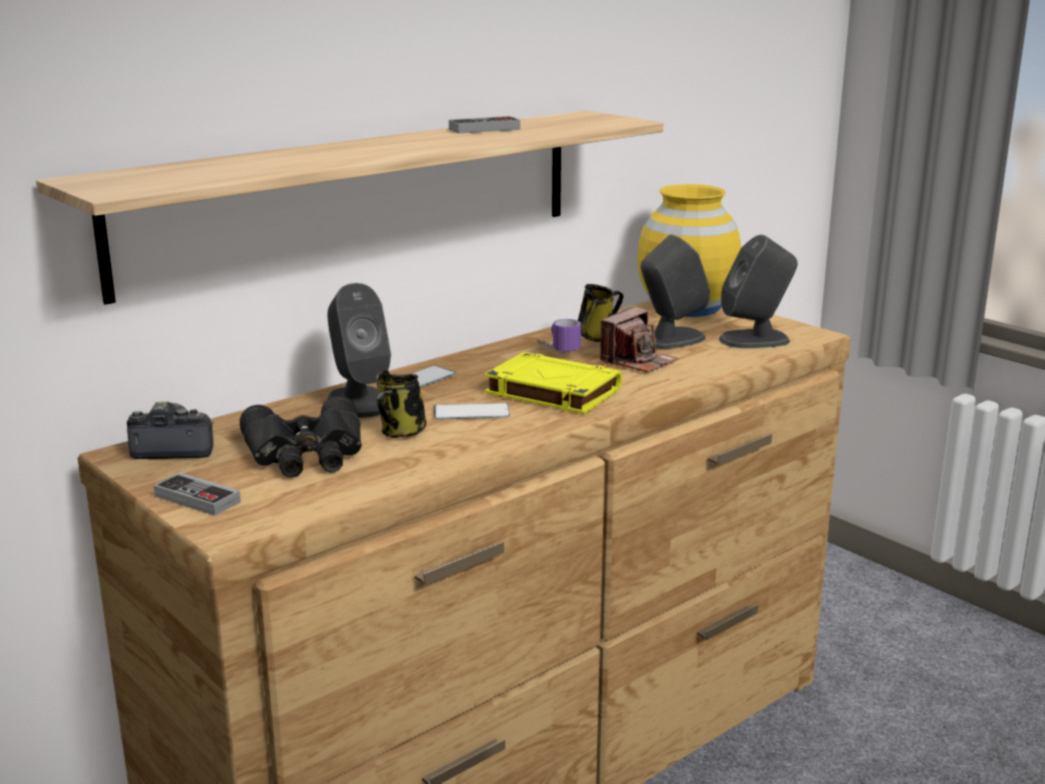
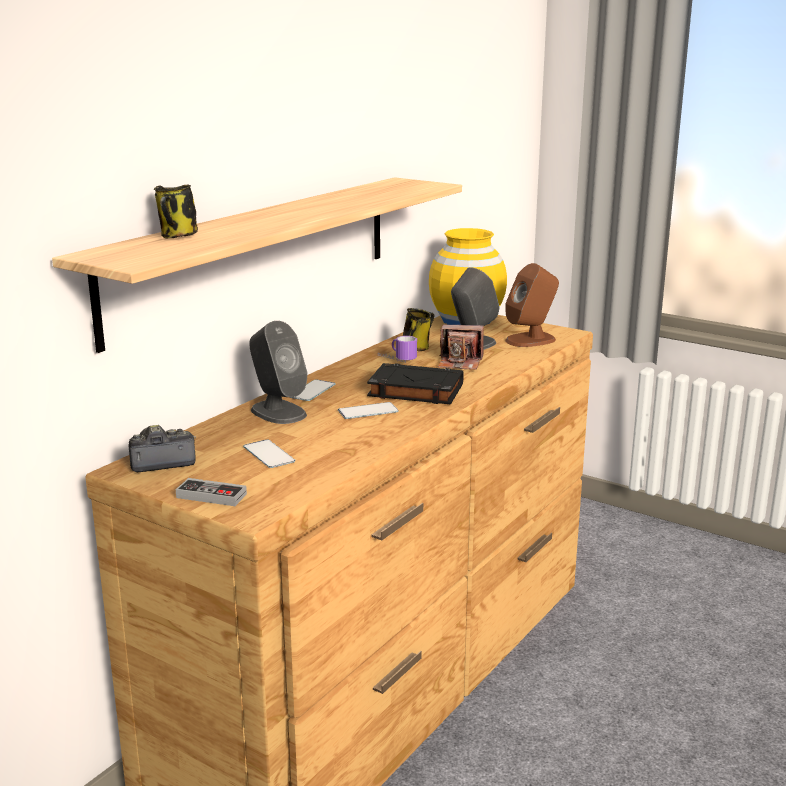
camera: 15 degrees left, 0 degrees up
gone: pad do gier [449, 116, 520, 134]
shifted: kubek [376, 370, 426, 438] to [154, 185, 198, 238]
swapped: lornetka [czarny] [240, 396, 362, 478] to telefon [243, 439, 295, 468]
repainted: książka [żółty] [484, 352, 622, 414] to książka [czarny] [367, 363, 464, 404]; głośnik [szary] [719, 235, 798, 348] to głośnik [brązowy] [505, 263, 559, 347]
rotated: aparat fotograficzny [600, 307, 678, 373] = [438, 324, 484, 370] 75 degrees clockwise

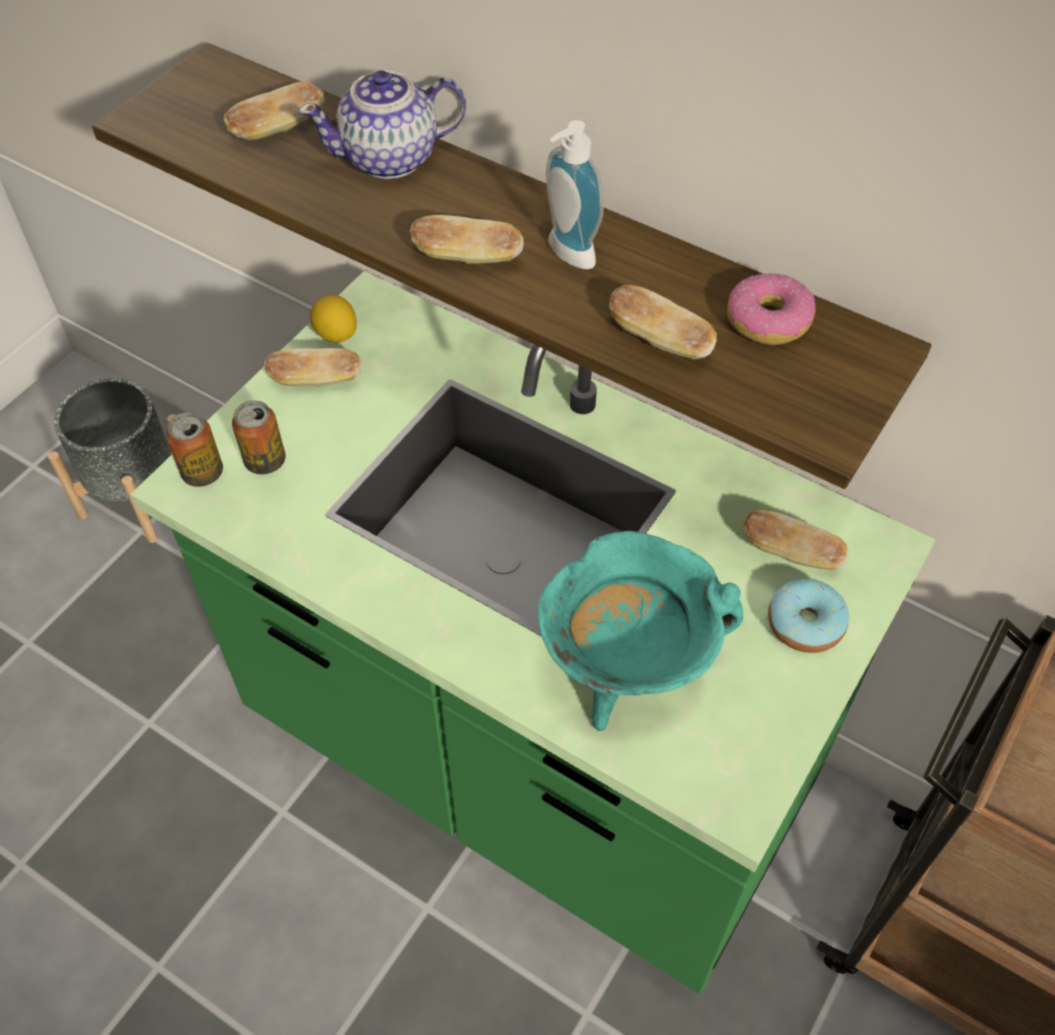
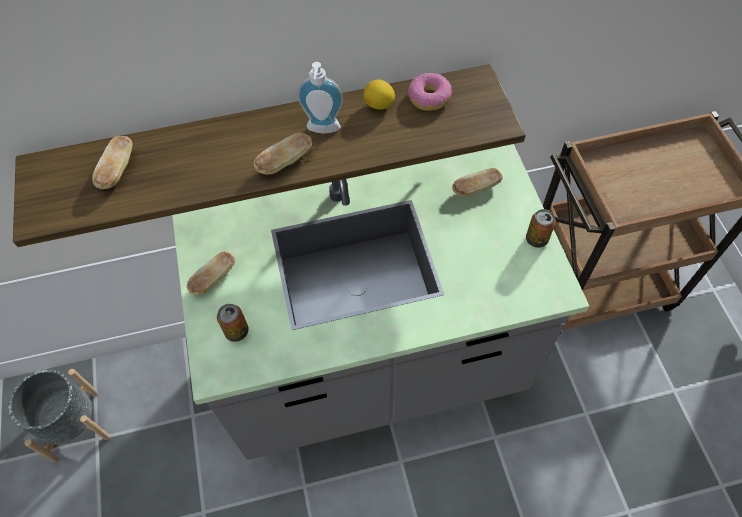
camera: 45 degrees left, 5 degrees up
gone: imbryk [298, 70, 466, 179]; garnek [turkusowy] [538, 531, 743, 731]; chleb [609, 285, 716, 360]; donut [768, 578, 849, 653]
shifted: puszka [166, 412, 223, 487] to [526, 209, 556, 248]; cytryna [310, 294, 357, 343] to [363, 79, 395, 110]
repainted: zabudowa kuchenna [zielony] [130, 271, 936, 994] to zabudowa kuchenna [szary] [172, 144, 589, 460]

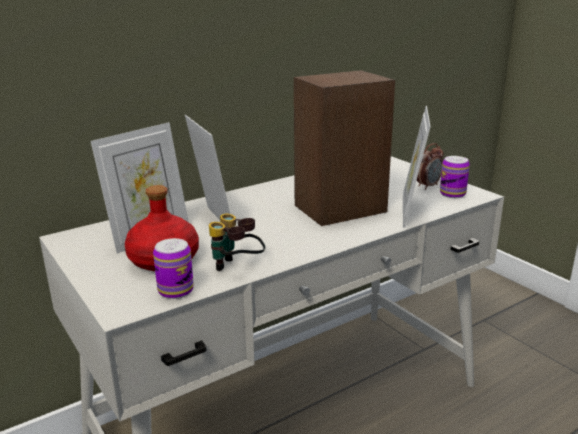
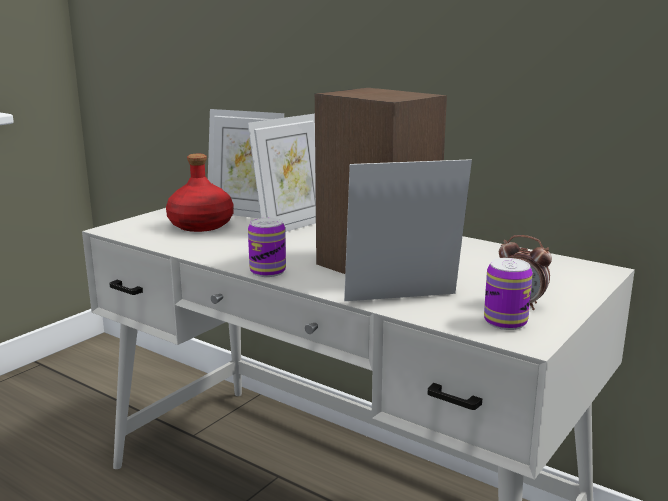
camera: 70 degrees right, 5 degrees down
gone: lornetka [209, 214, 265, 271]
shifted: puszka [153, 238, 194, 299] to [248, 218, 286, 277]

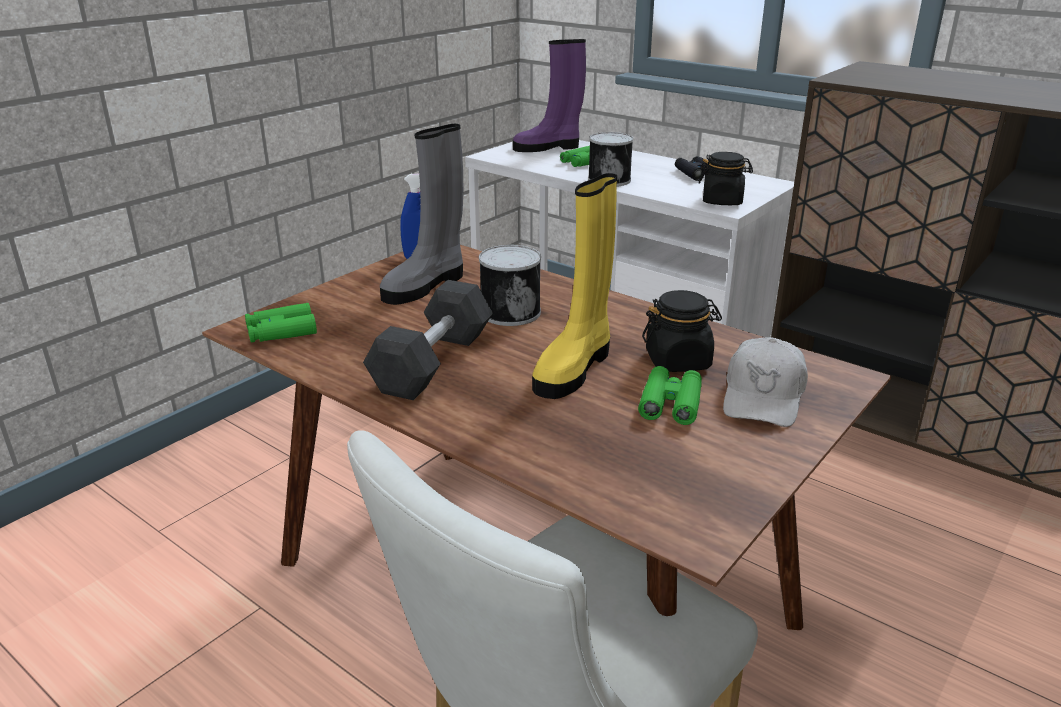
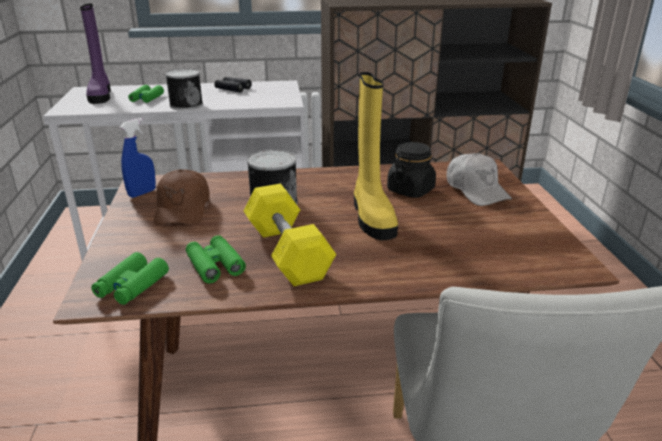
camera: 45 degrees left, 0 degrees up
gone: słoik [czarny] [698, 152, 753, 205]
shifted: lornetka [zielony] [638, 366, 702, 425] to [186, 235, 246, 284]
swapped: but z cholewką [szary] [380, 124, 463, 305] to czapka z daszkiem [brązowy] [154, 169, 210, 225]
repainted: hantel [szary] [363, 280, 493, 400] to hantel [żółty] [244, 183, 336, 286]
rotated: but z cholewką [fioletowy] [513, 39, 586, 152] = [80, 4, 111, 104] 45 degrees counterclockwise

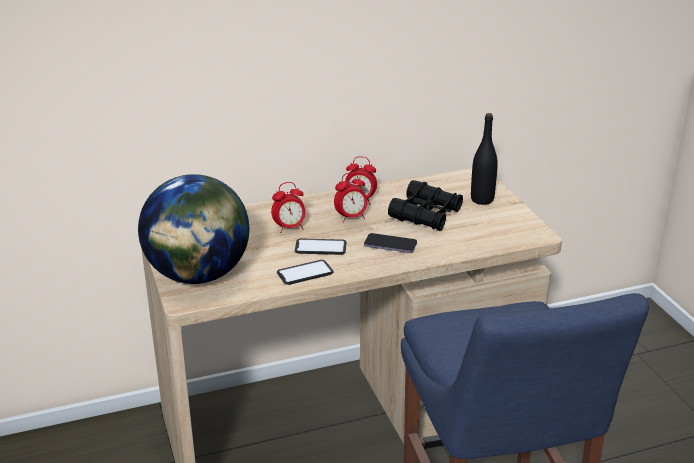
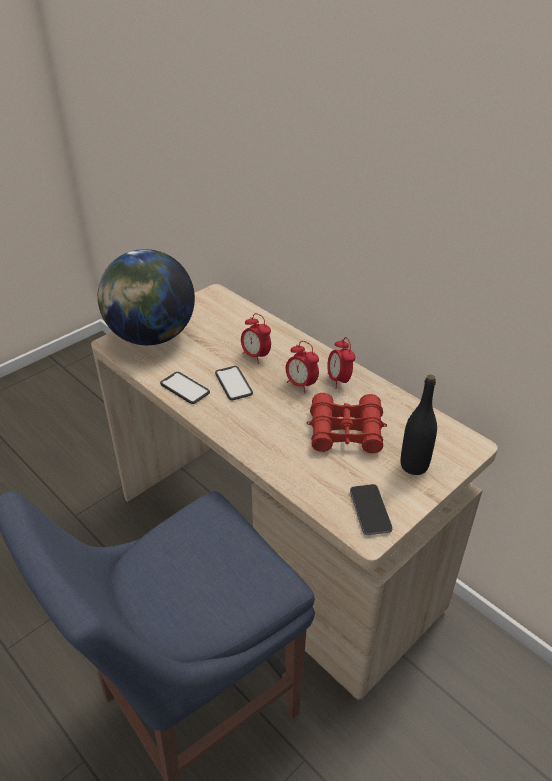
camera: 65 degrees right, 10 degrees up
shifted: telefon [364, 233, 417, 253] to [350, 484, 393, 535]
repainted: lornetka [czarny] [388, 180, 463, 231] to lornetka [czerwony] [307, 393, 387, 453]

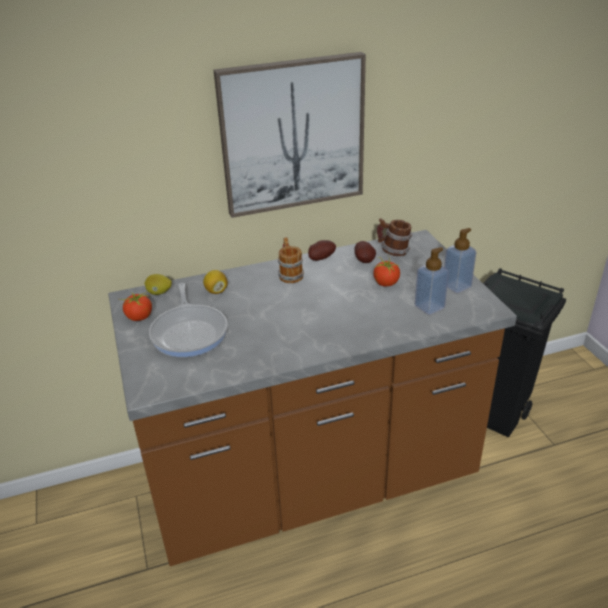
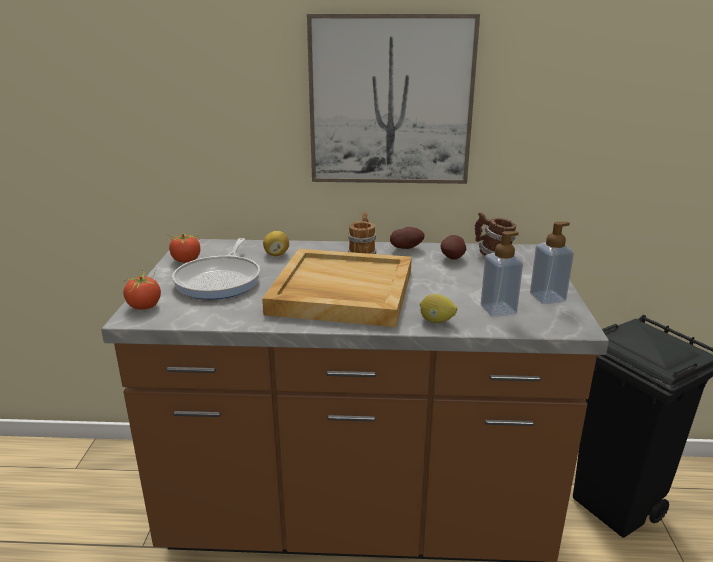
camera: 20 degrees right, 10 degrees down
new: taca [beżowy] [262, 249, 412, 327]
shifted: cytryna [144, 274, 172, 295] to [420, 294, 457, 323]; pomidor [373, 255, 401, 287] to [123, 270, 161, 309]

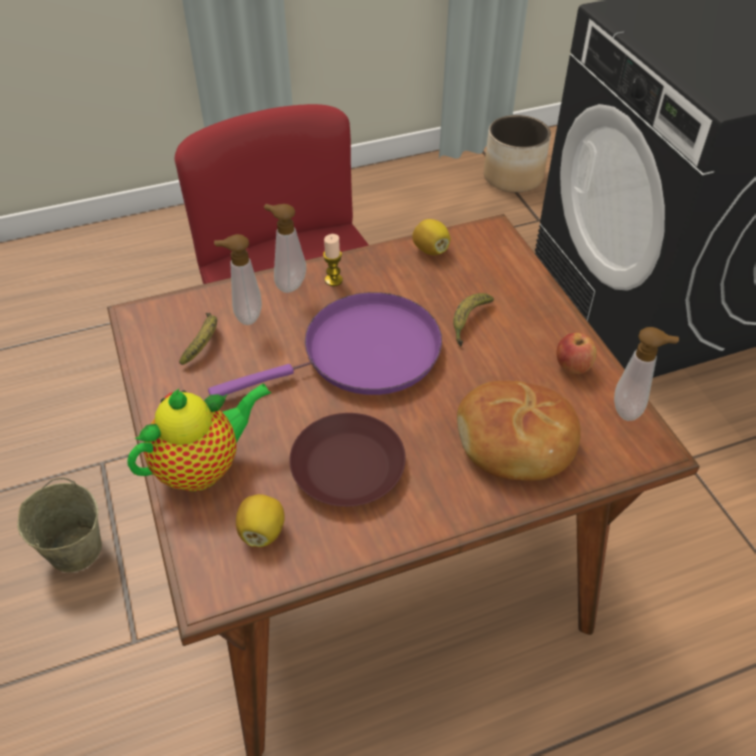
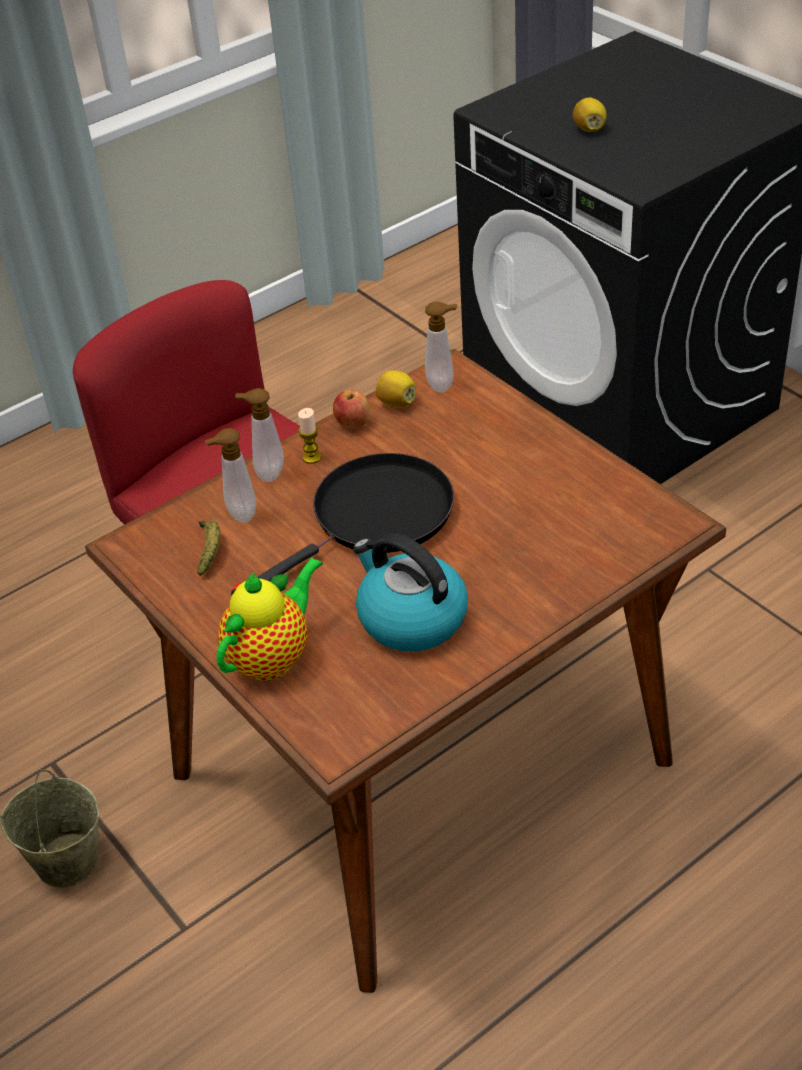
camera: 15 degrees left, 5 degrees down
gone: banan [453, 293, 494, 347]; chleb [457, 381, 581, 481]; donica [484, 115, 551, 193]
shifted: cytryna [236, 494, 285, 547] to [573, 98, 607, 132]; jabłko [556, 333, 597, 374] to [333, 390, 370, 429]; dozownik mydła [614, 327, 679, 421] to [425, 302, 457, 392]
swapped: talerz [brązowy] [289, 413, 406, 507] to czajnik [353, 533, 468, 651]
repainted: patelnia [fioletowy] [208, 292, 442, 396] to patelnia [czarny] [258, 453, 454, 581]

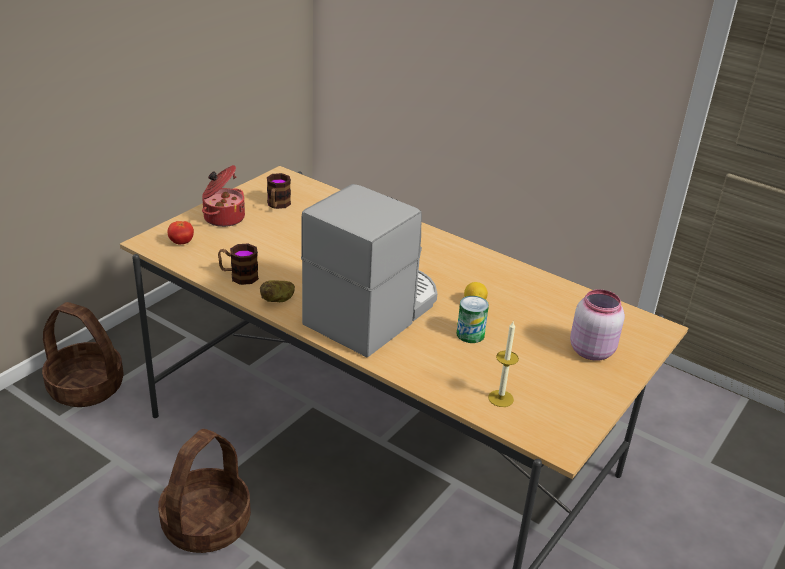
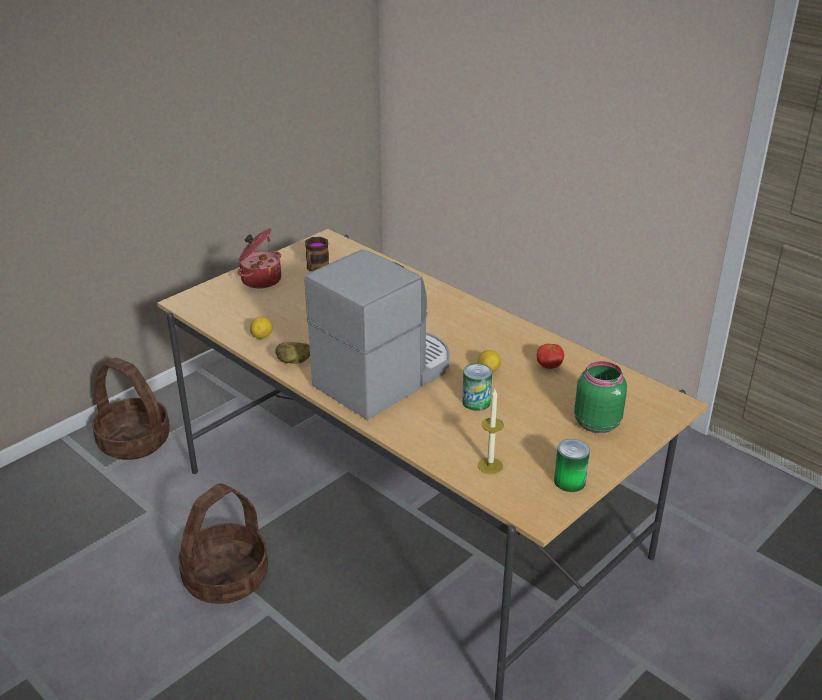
camera: 10 degrees right, 0 degrees up
new: puszka [554, 439, 590, 492]
shifted: pomidor [167, 221, 194, 244] to [537, 344, 564, 369]
swapped: kubek [218, 244, 259, 285] to cytryna [250, 317, 273, 339]
repainted: słoik [różowy] [570, 289, 625, 361] to słoik [zielony] [574, 361, 627, 433]

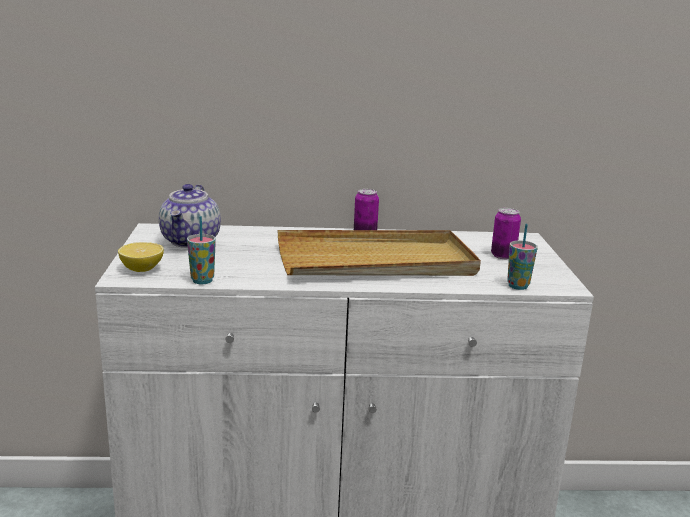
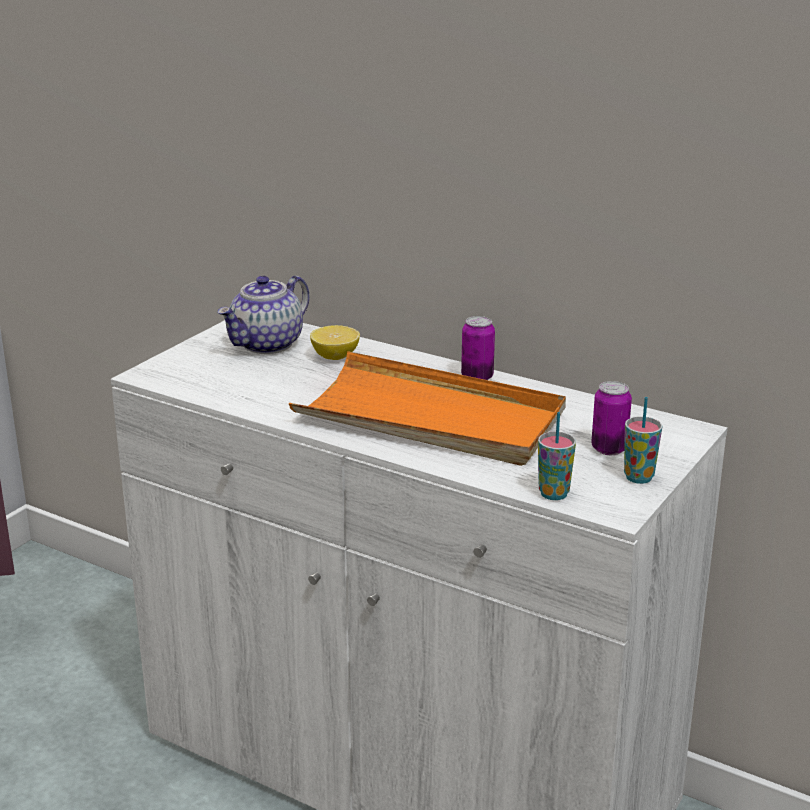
camera: 35 degrees right, 5 degrees up
shifted: cytryna [118, 242, 164, 272] to [310, 325, 360, 360]; filiżanka [187, 216, 216, 284] to [624, 397, 662, 484]
repainted: taca [beżowy] [278, 230, 481, 276] to taca [pomarańczowy] [289, 351, 566, 466]

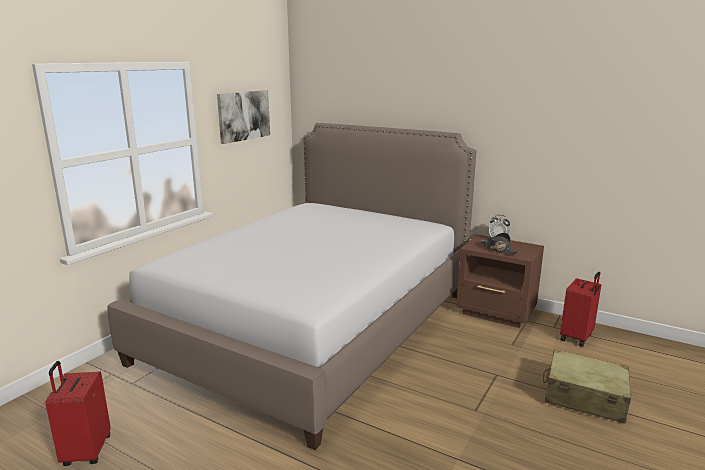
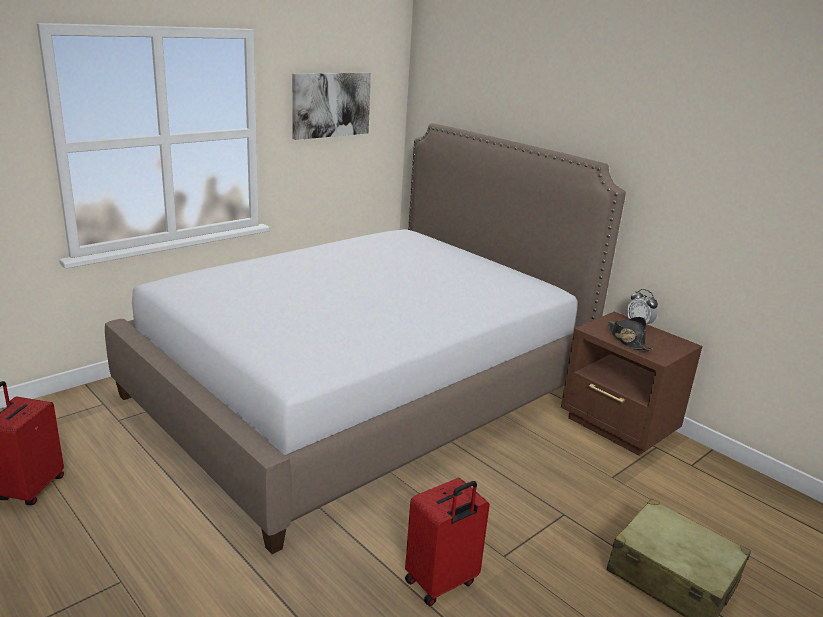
camera: 15 degrees right, 5 degrees up
shifted: walizka [czerwony] [560, 272, 601, 347] to [405, 478, 490, 606]

